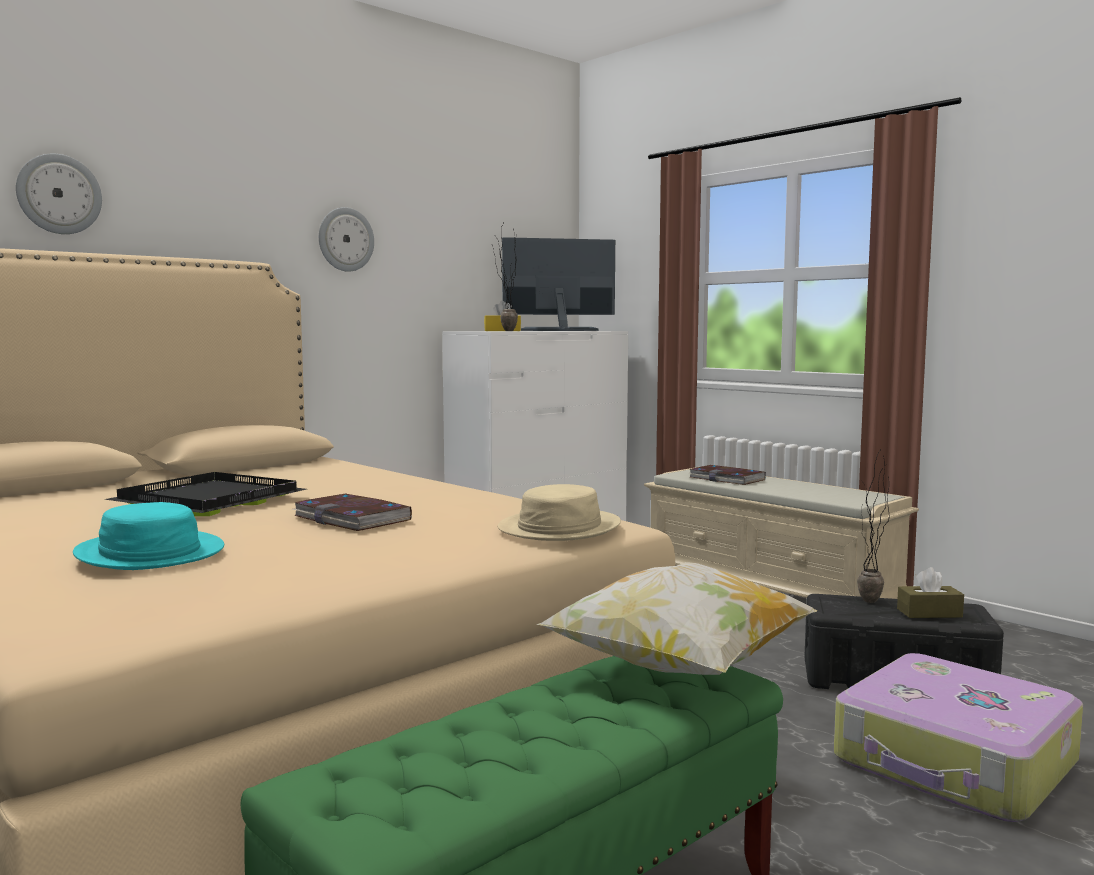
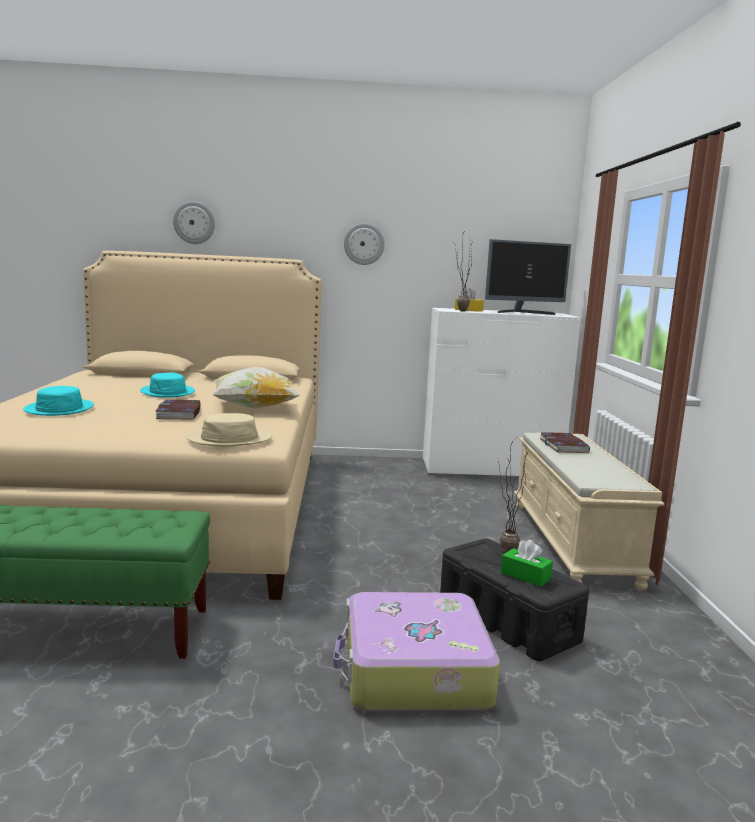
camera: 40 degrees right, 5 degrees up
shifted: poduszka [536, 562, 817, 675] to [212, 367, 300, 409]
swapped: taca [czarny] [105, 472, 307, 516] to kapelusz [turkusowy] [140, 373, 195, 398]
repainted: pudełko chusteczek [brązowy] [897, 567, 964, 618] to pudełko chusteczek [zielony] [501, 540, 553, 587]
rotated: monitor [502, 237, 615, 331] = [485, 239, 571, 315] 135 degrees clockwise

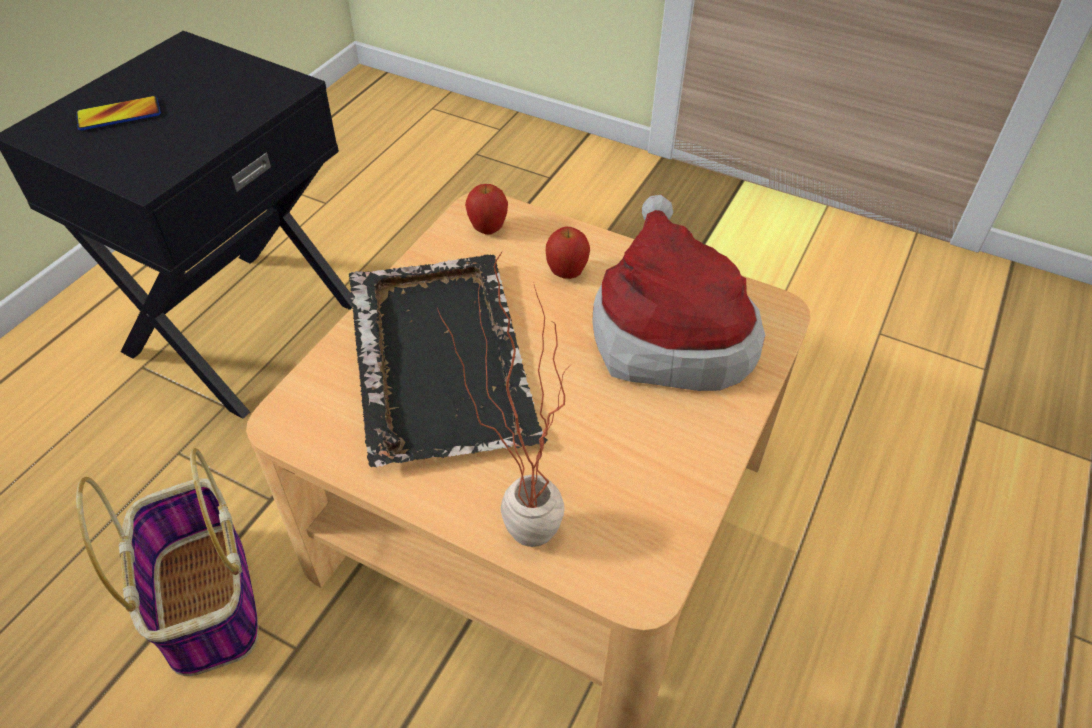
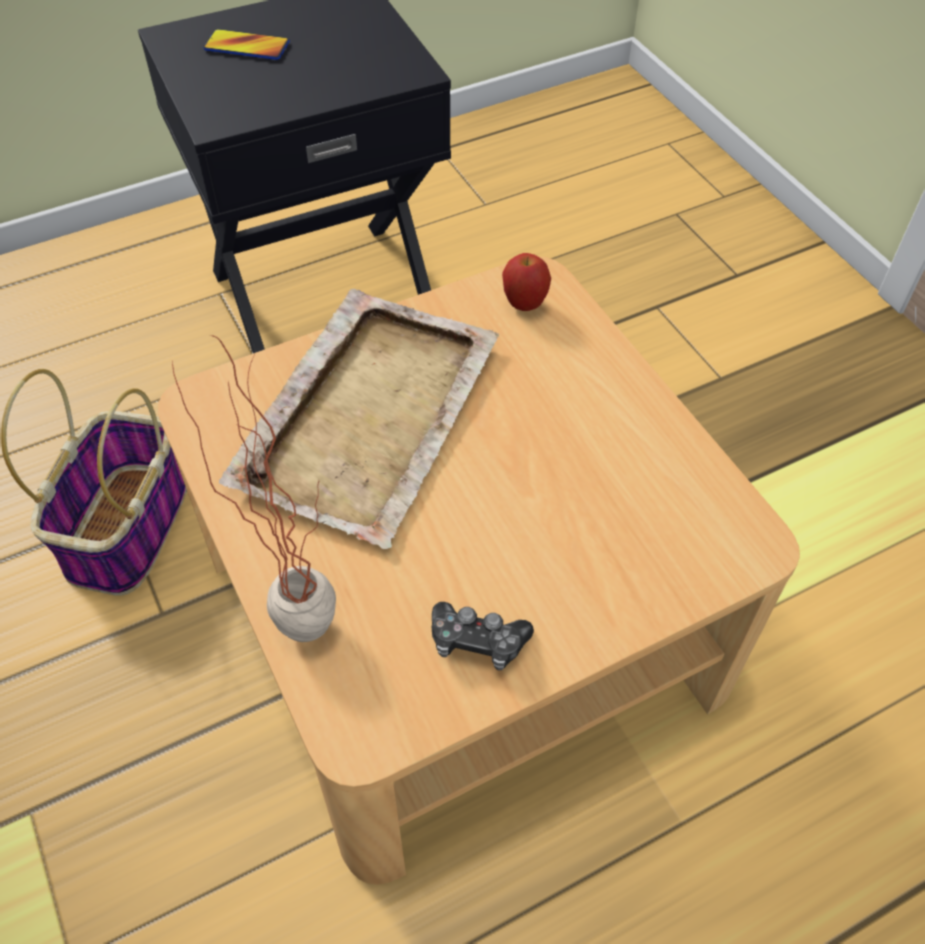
camera: 35 degrees right, 5 degrees up
gone: jabłko [546, 226, 590, 279]; kapelusz [593, 195, 765, 391]
new: pad do gier [432, 602, 534, 671]
repainted: taca [czarny] [349, 254, 547, 467] to taca [beżowy] [219, 289, 499, 549]

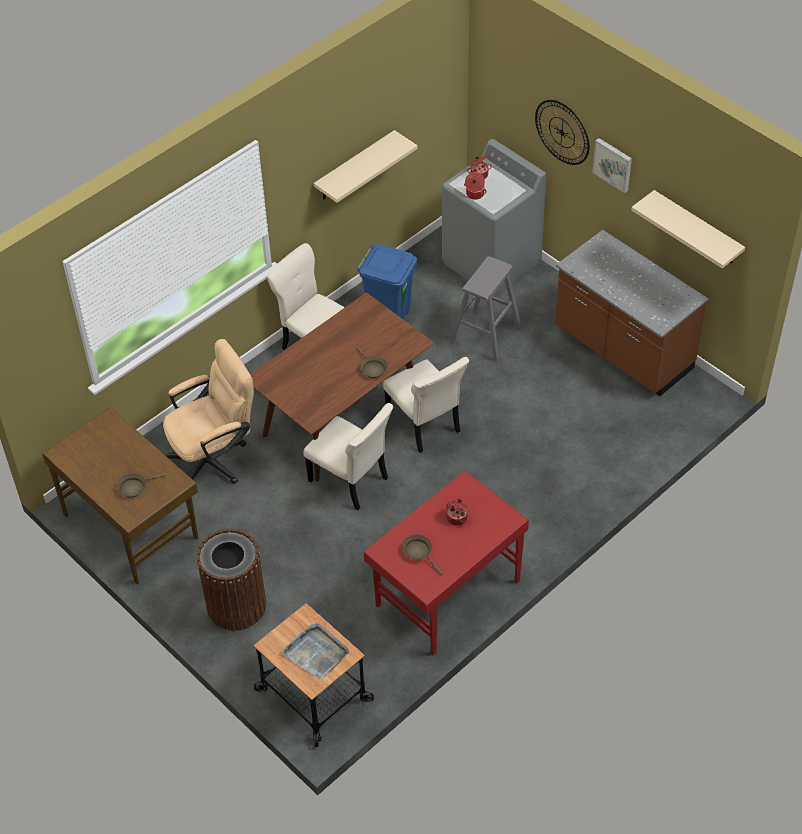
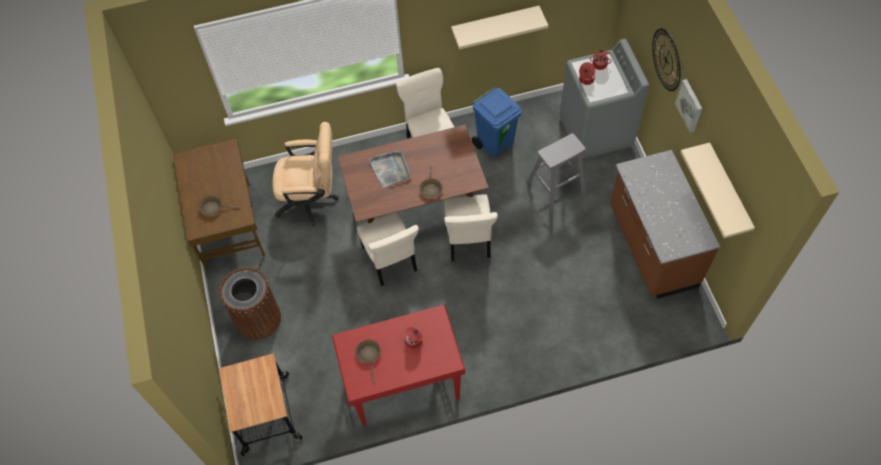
camera: 30 degrees right, 10 degrees up
shifted: taca [szary] [282, 623, 349, 680] to [369, 150, 411, 187]

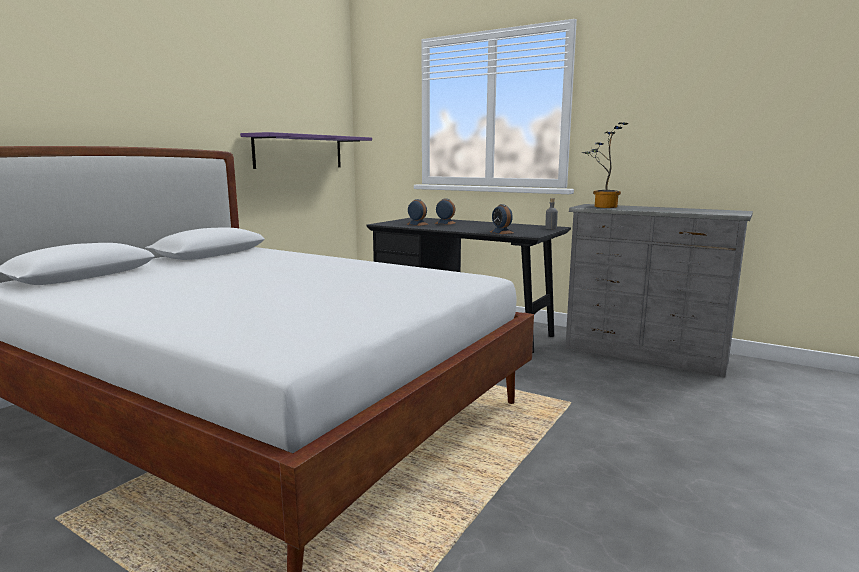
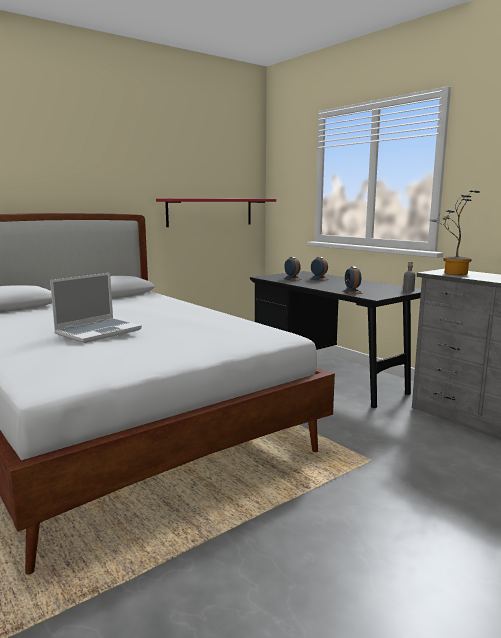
camera: 20 degrees right, 0 degrees up
new: laptop [50, 273, 142, 343]
repainted: półka [fioletowy] [240, 132, 372, 169] to półka [czerwony] [156, 199, 276, 227]

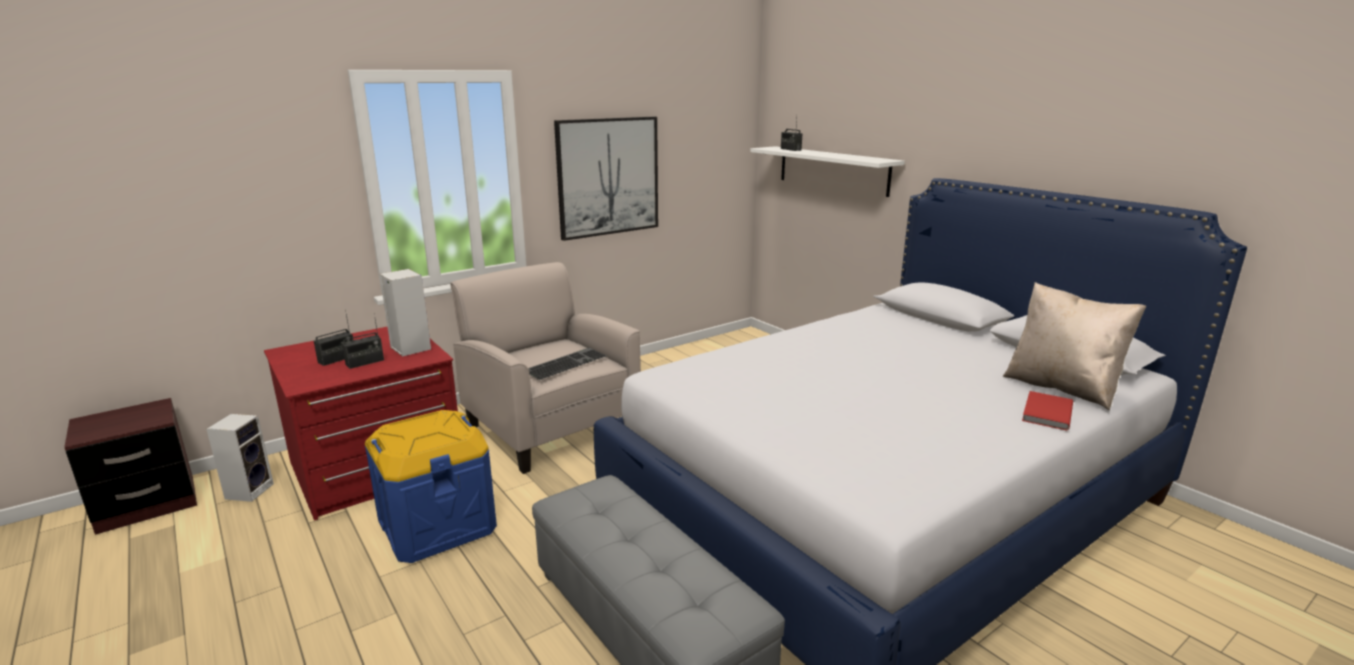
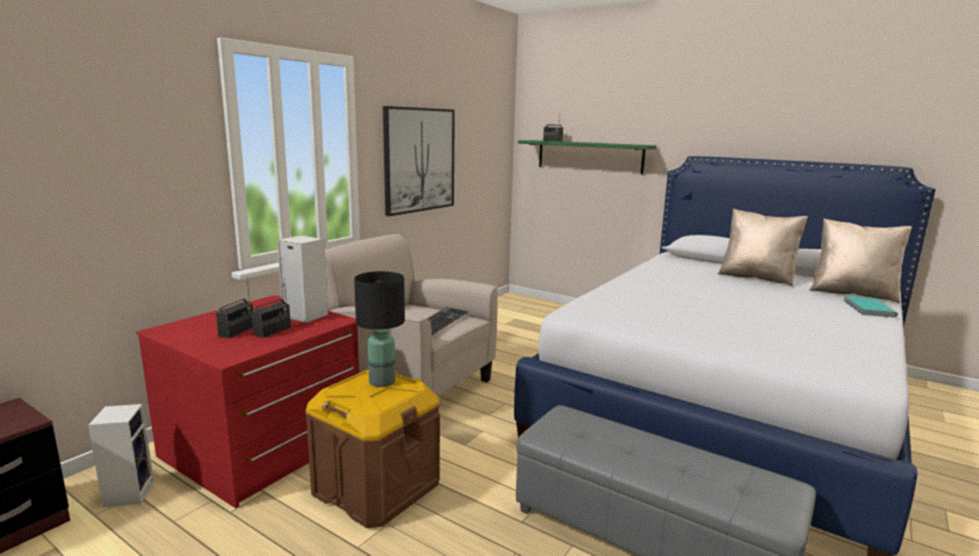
camera: 20 degrees left, 5 degrees down
new: lampa stołowa [czarny] [354, 271, 405, 387]; poduszka [beżowy] [718, 209, 808, 286]
repainted: pojemnik do przechowywania [niebieski] [365, 410, 497, 563] to pojemnik do przechowywania [brązowy] [305, 369, 440, 528]; półka [biały] [750, 146, 905, 197] to półka [zielony] [518, 140, 657, 174]; książka [czerwony] [1022, 391, 1073, 431] to książka [turkusowy] [844, 296, 898, 318]

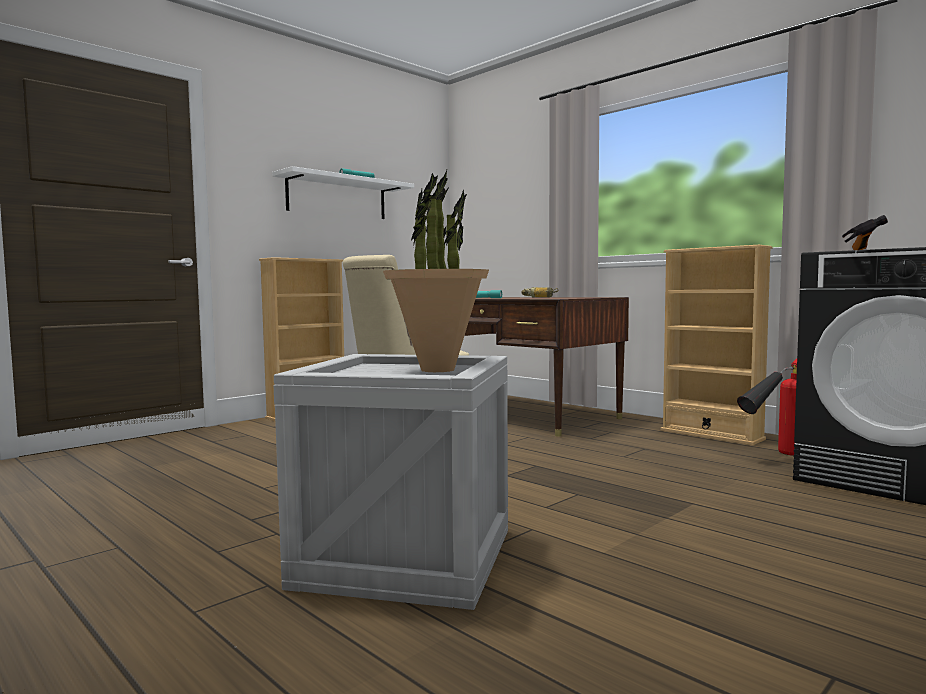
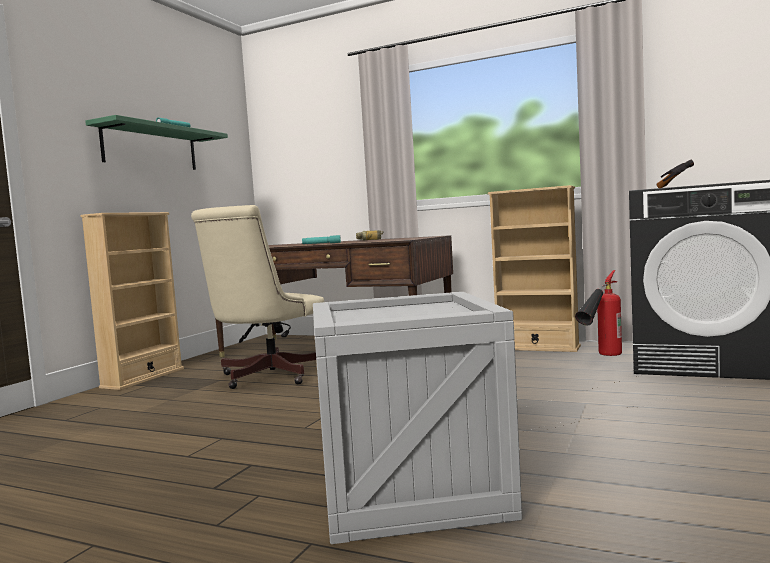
camera: 20 degrees left, 0 degrees up
gone: roślina doniczkowa [383, 170, 489, 372]
repainted: półka [biały] [272, 166, 414, 219] to półka [zielony] [85, 115, 228, 170]

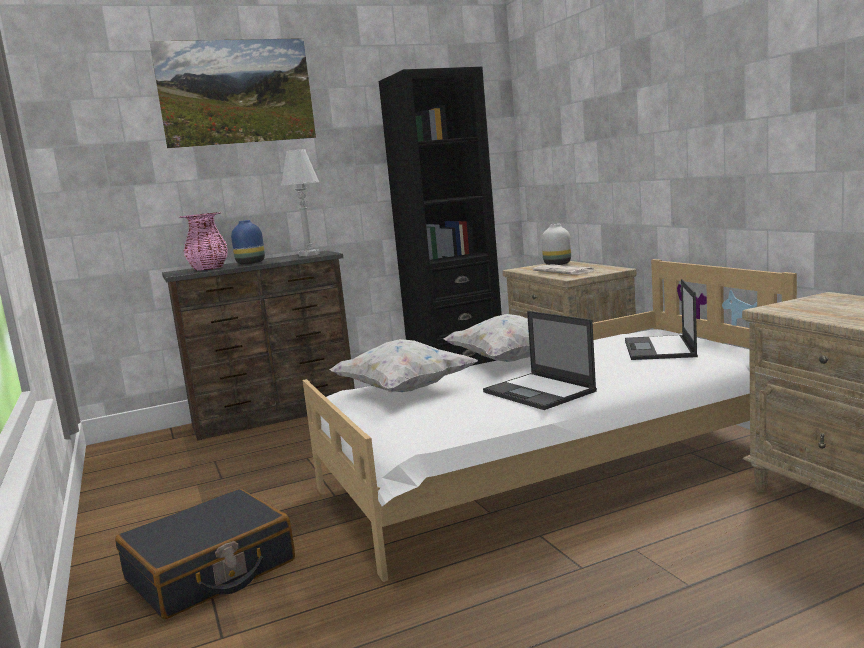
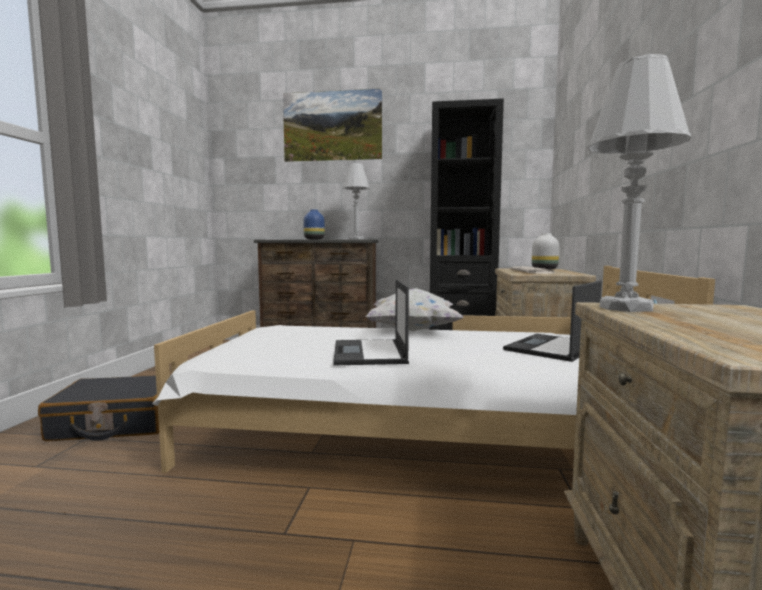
camera: 30 degrees right, 5 degrees down
gone: wazon [różowy] [180, 212, 228, 271]; poduszka [biały] [329, 339, 477, 392]
new: lampa stołowa [biały] [587, 54, 691, 312]

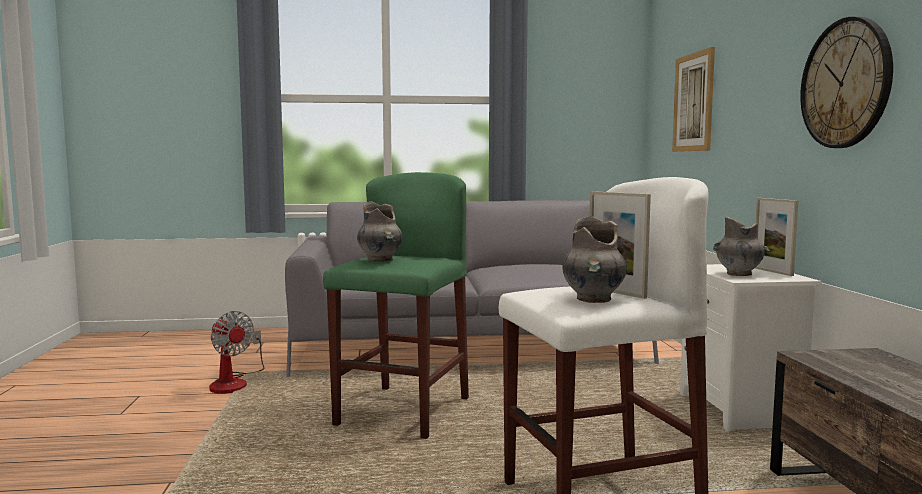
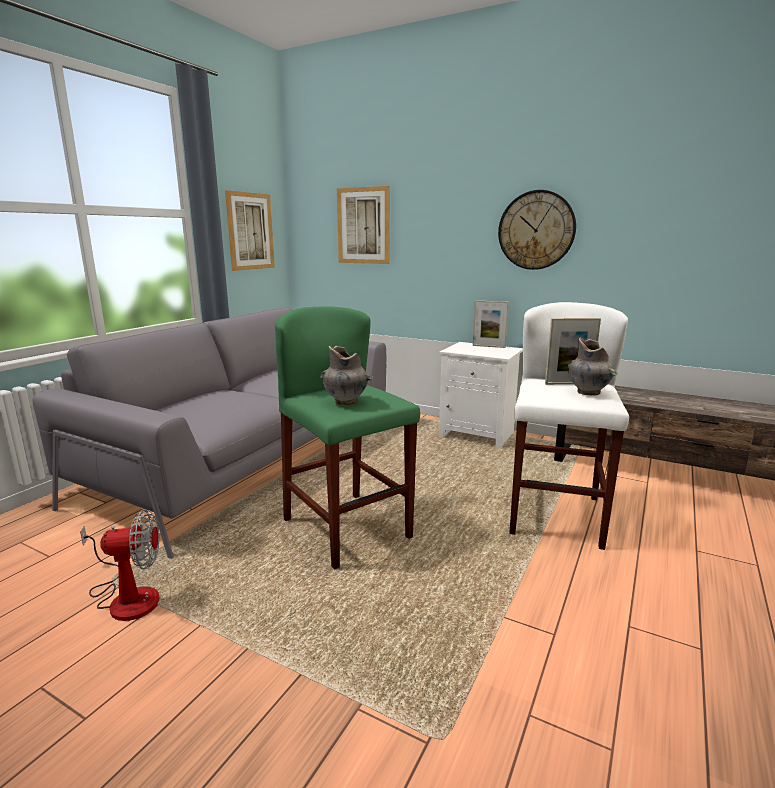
camera: 55 degrees left, 10 degrees up
gone: wazon [szary] [713, 217, 770, 276]
new: obraz [225, 190, 275, 271]

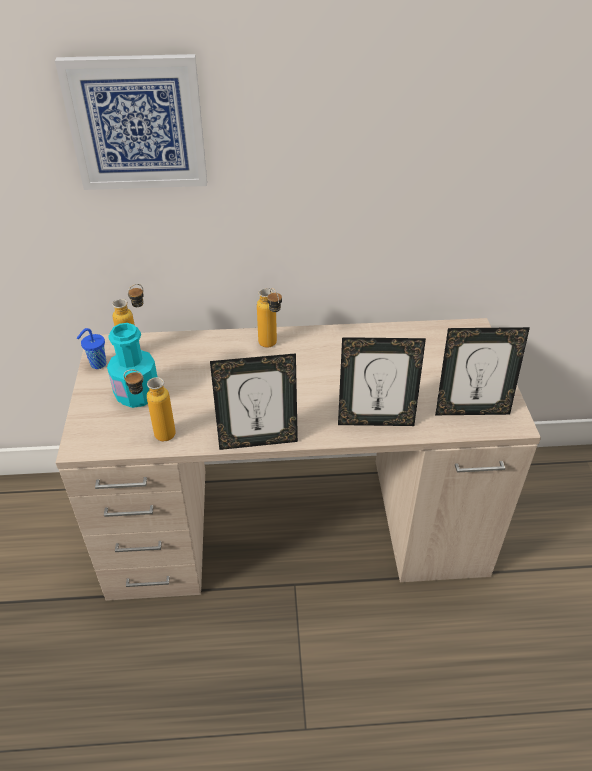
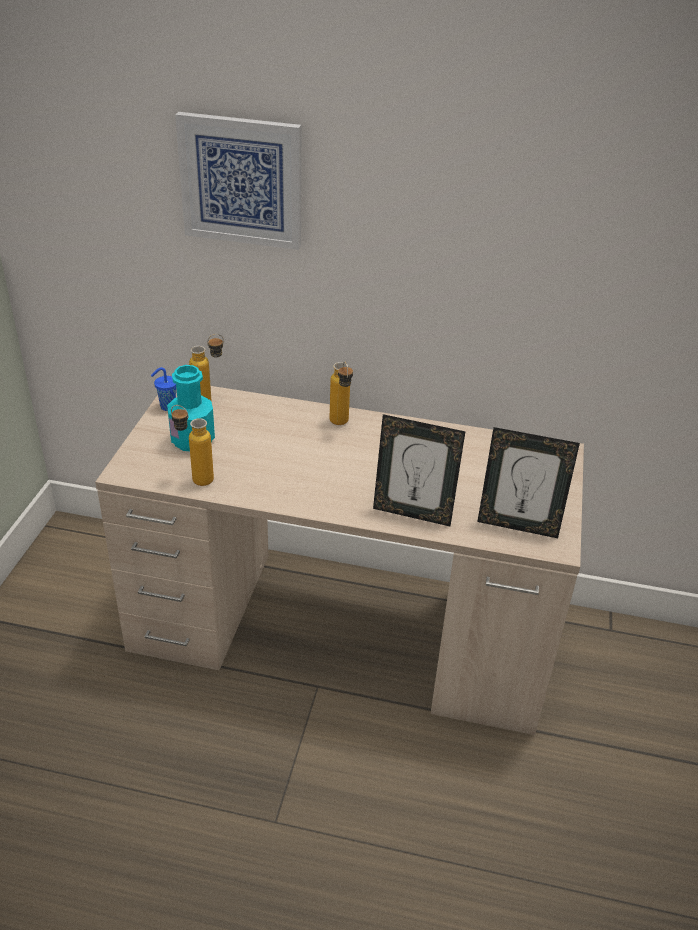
camera: 15 degrees right, 5 degrees down
gone: ramka na zdjęcie [210, 353, 298, 450]

